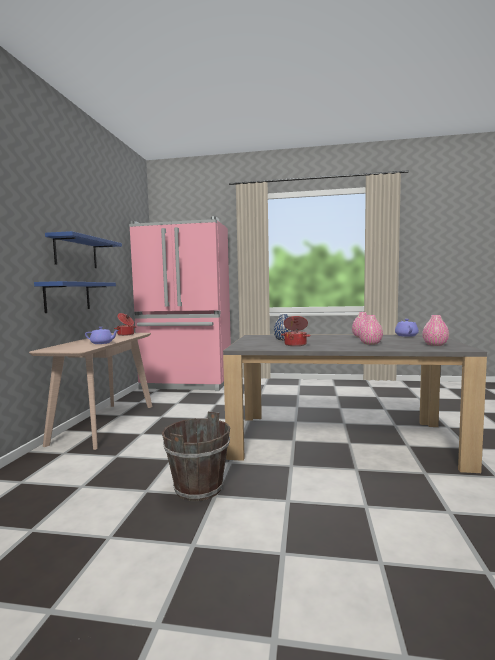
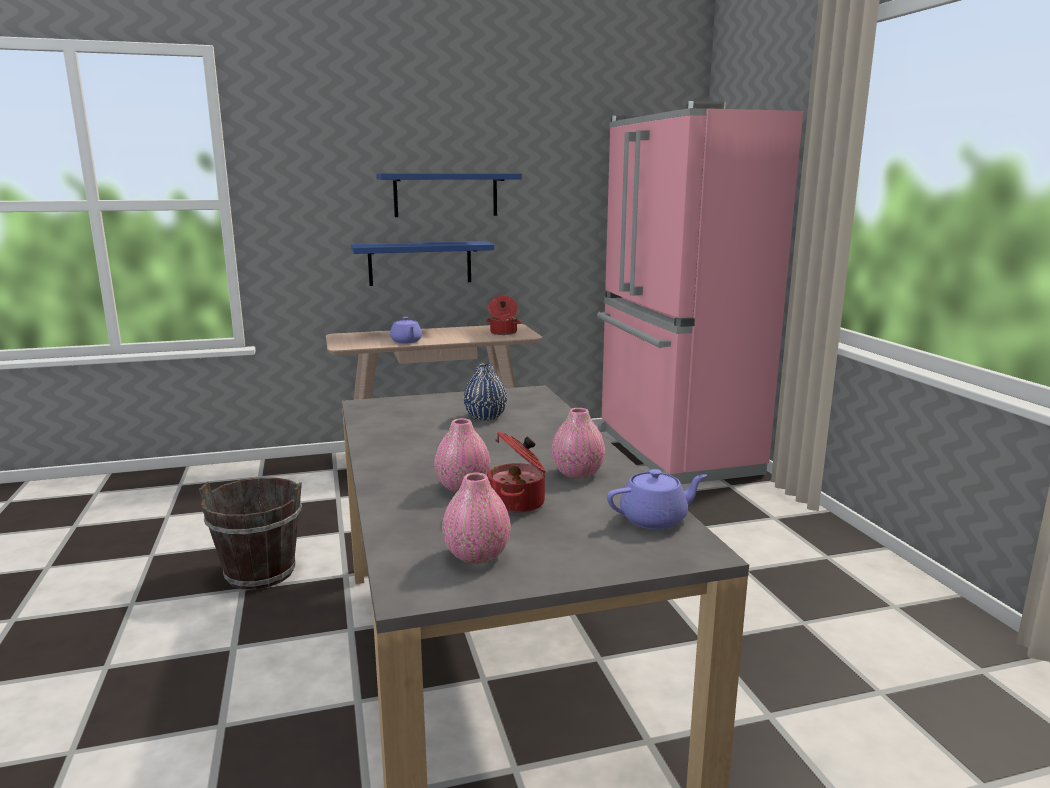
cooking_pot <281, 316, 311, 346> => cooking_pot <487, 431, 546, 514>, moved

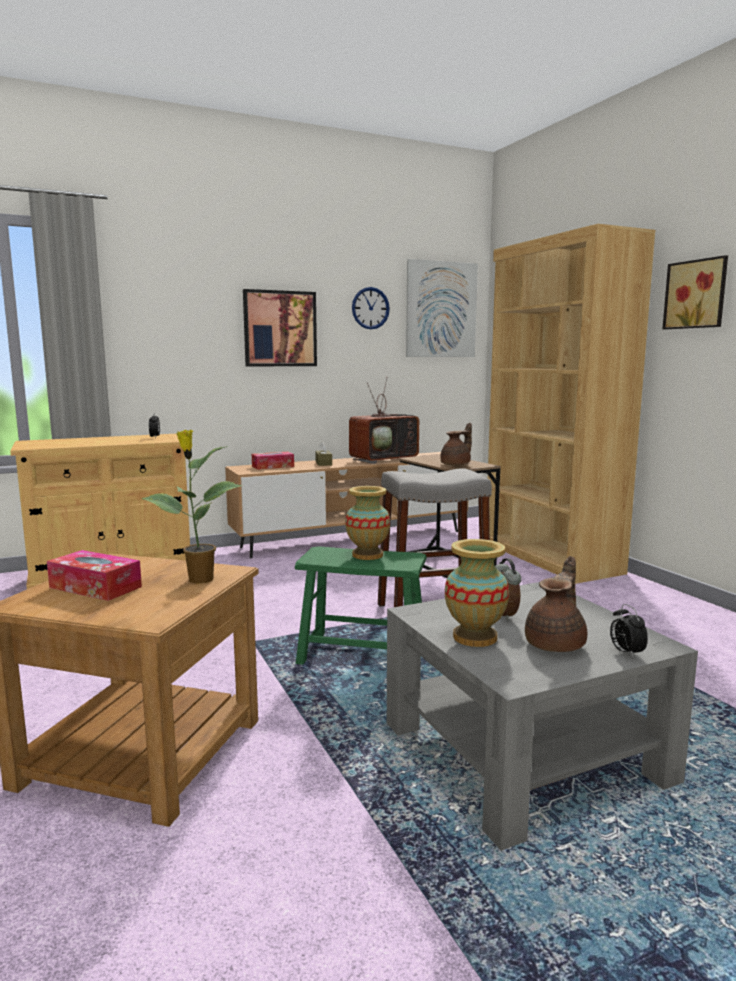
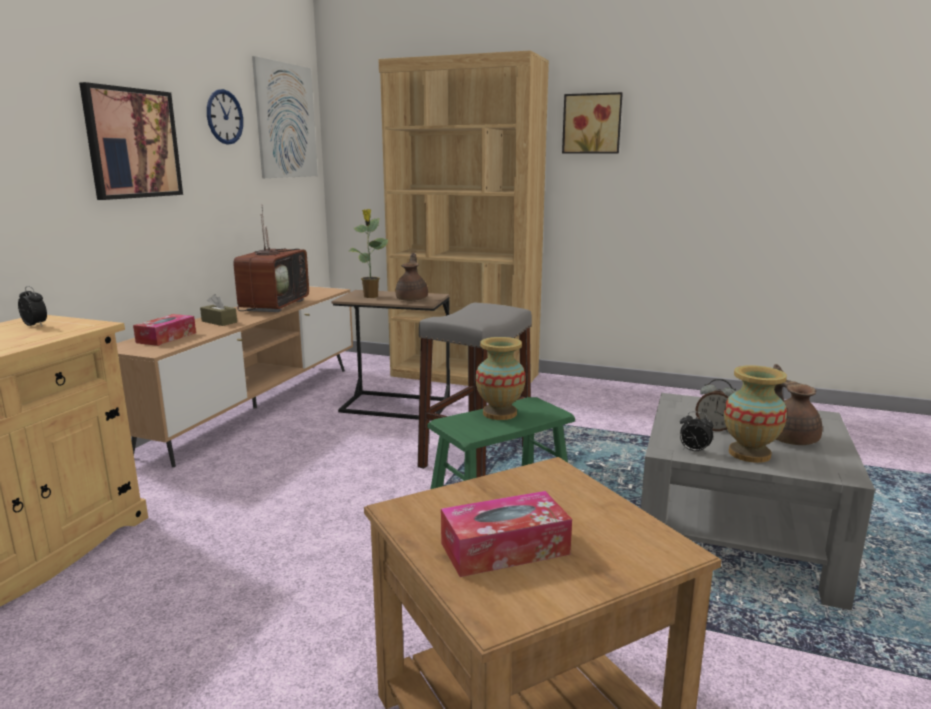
potted_plant <142, 430, 242, 584> => potted_plant <349, 209, 389, 298>, moved
alarm_clock <610, 604, 648, 659> => alarm_clock <680, 411, 714, 454>, moved

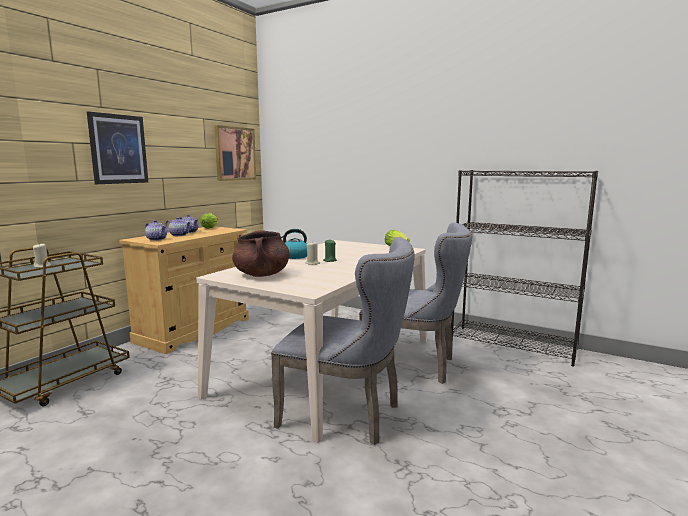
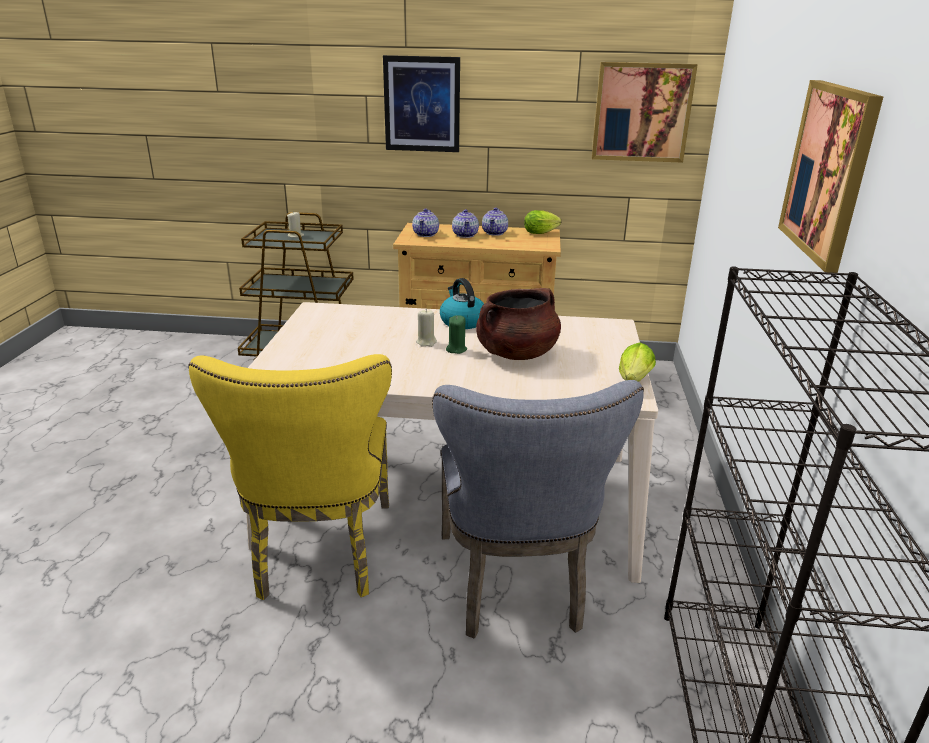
brown_cooking_pot <232, 230, 290, 277> => brown_cooking_pot <476, 288, 561, 360>, moved
grey_chair <271, 237, 415, 445> => yellow_chair <188, 354, 392, 600>
nothing => picture <778, 80, 884, 273>

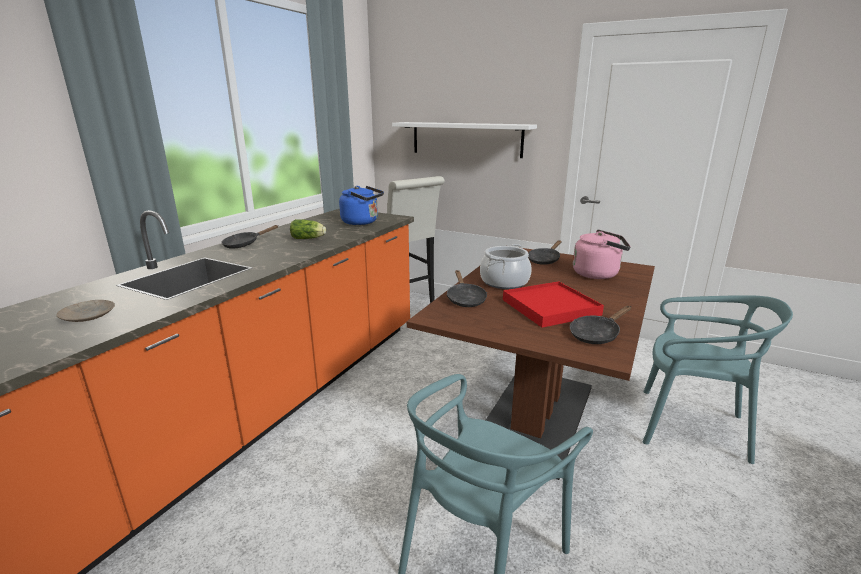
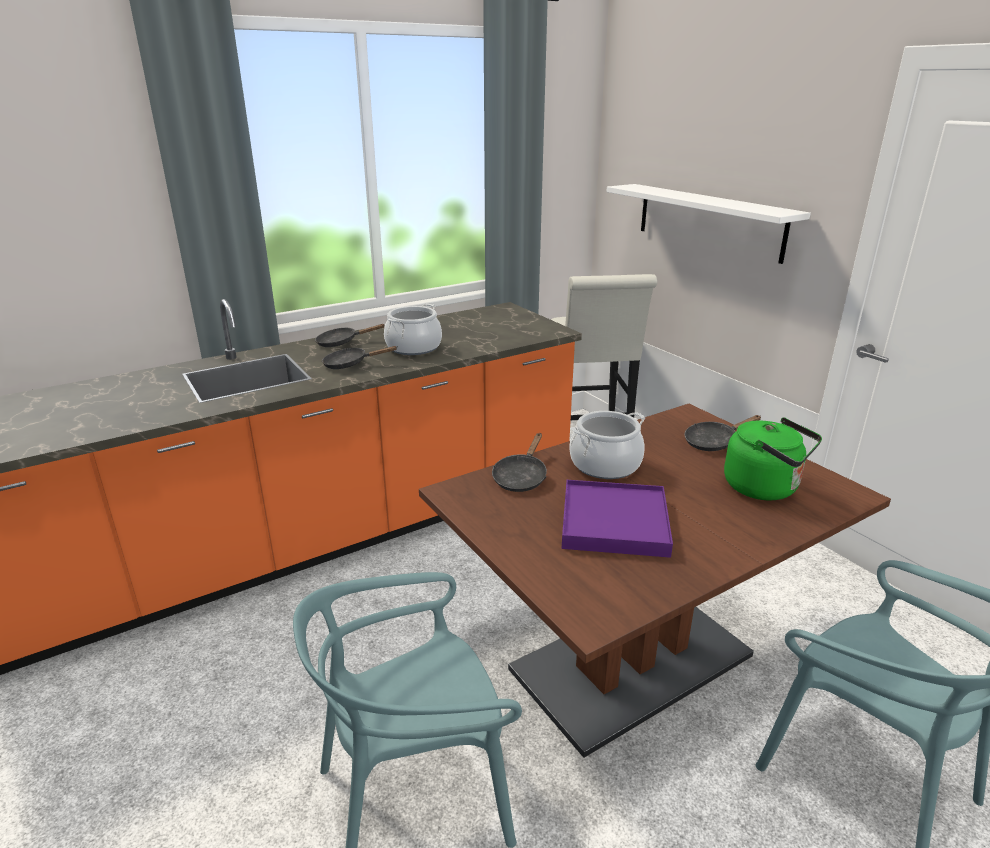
blue_kettle <339, 186, 384, 225> => nothing
lettuce <290, 219, 326, 239> => cooking_pot <384, 304, 442, 355>
pink_kettle <573, 229, 631, 279> => green_kettle <724, 417, 822, 500>
red_tray <503, 281, 604, 328> => purple_tray <562, 480, 673, 558>
beige_plate <57, 300, 115, 322> => nothing
black_frying_pan <570, 306, 631, 344> => black_frying_pan <322, 346, 397, 369>, moved

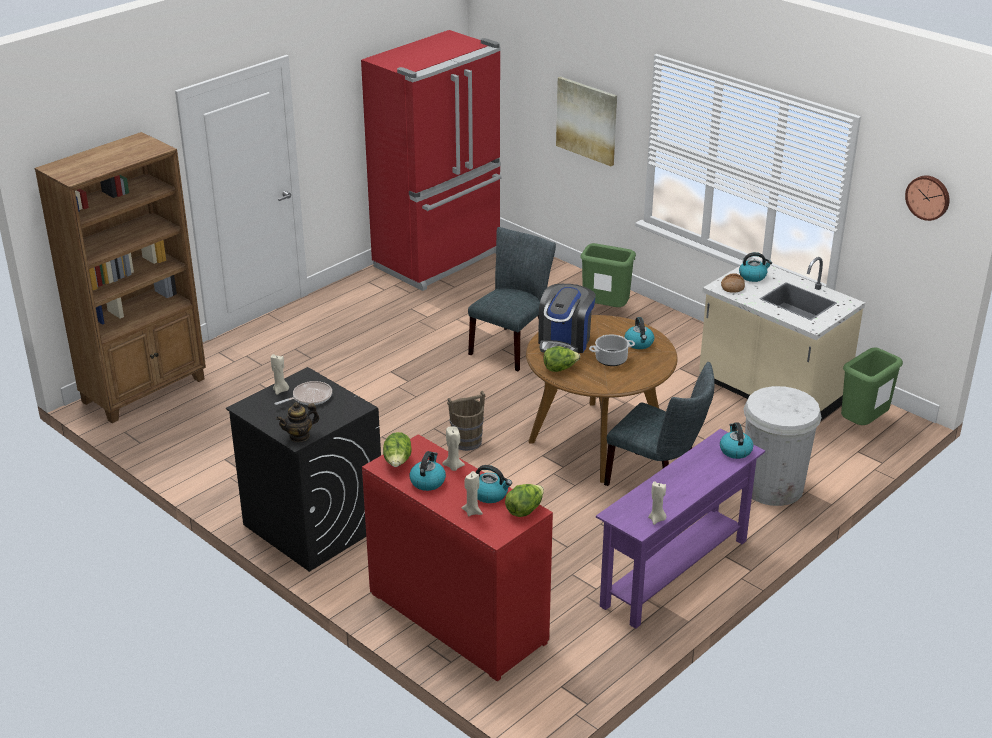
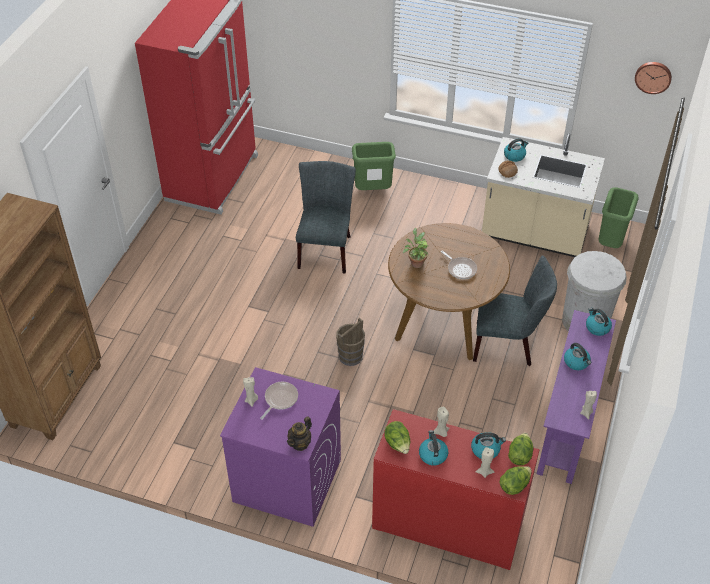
picture <556, 77, 617, 166> => nothing
coffee_machine <538, 284, 596, 353> => potted_plant <403, 228, 429, 268>
kettle <624, 317, 654, 349> => kettle <564, 343, 591, 370>, moved
cooking_pot <589, 335, 635, 366> => frying_pan <441, 250, 477, 279>
lettuce <543, 346, 580, 372> => lettuce <500, 466, 532, 495>, moved
black_washing_machine <226, 367, 381, 572> => purple_washing_machine <220, 367, 341, 527>

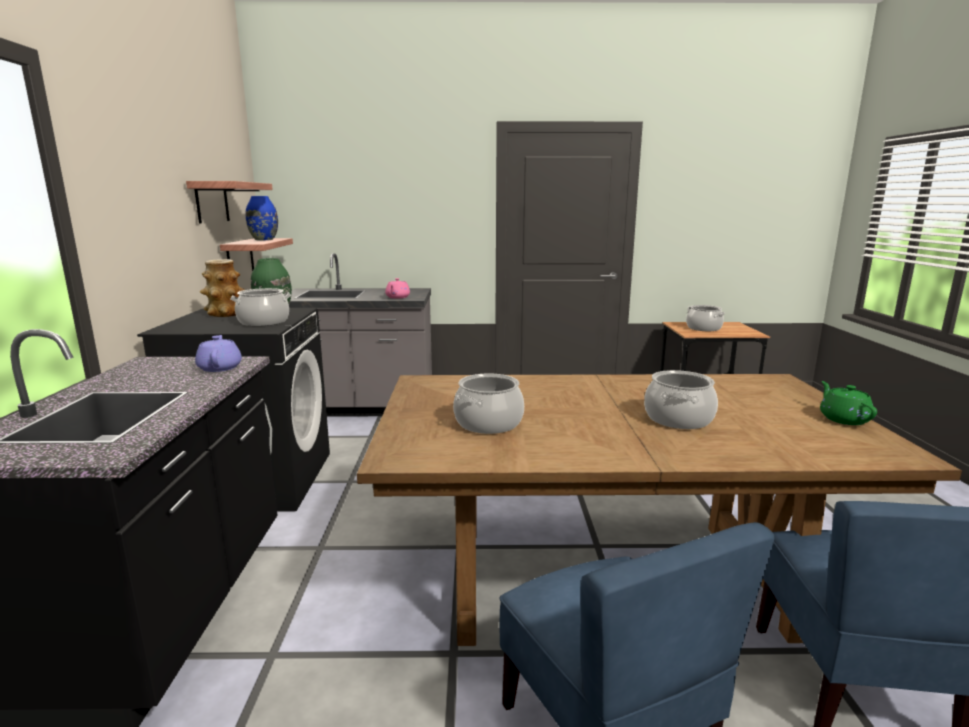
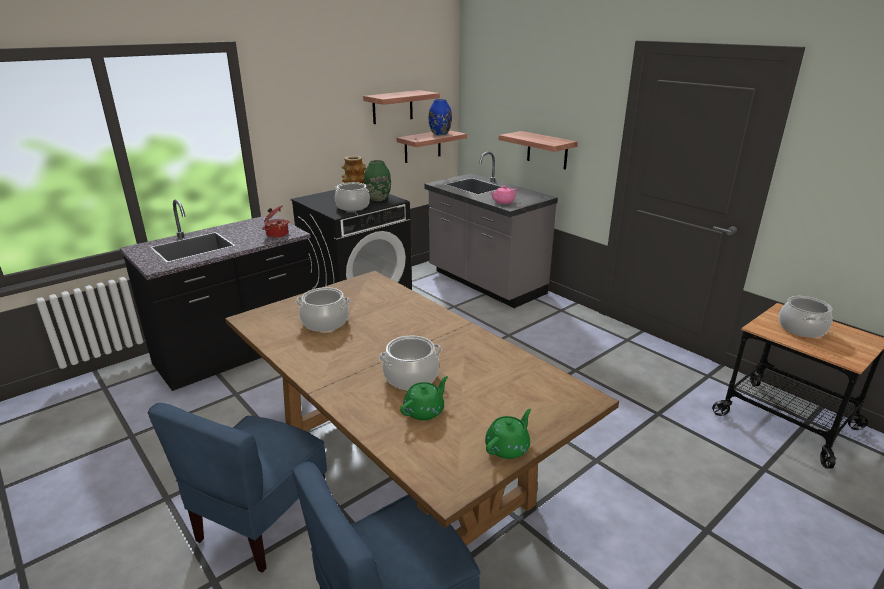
purple_teapot <195, 335, 242, 372> => cooking_pot <262, 206, 290, 238>
nothing => shelf <499, 131, 578, 170>
nothing => green_teapot <400, 376, 448, 420>

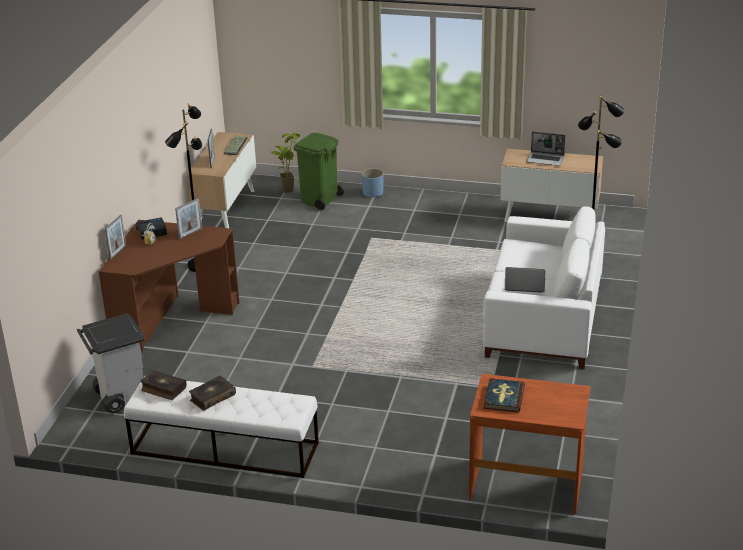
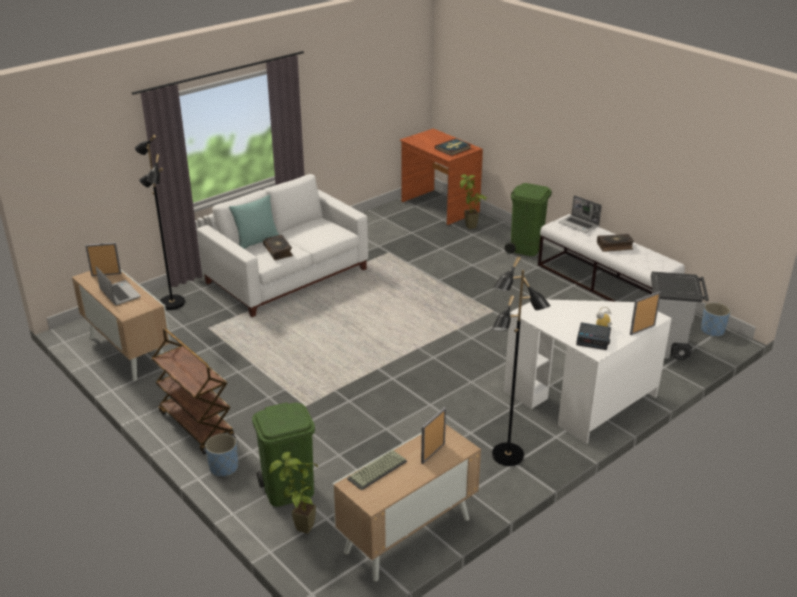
picture_frame <175, 198, 202, 239> => picture_frame <85, 242, 121, 276>, moved
brown_desk <99, 220, 240, 352> => white_desk <504, 299, 672, 444>
laptop <505, 267, 545, 293> => laptop <559, 195, 602, 233>, moved
book <140, 370, 186, 400> => book <263, 234, 293, 260>, moved
nothing => potted_plant <460, 174, 488, 229>
nothing => green_trash_can <504, 183, 552, 256>
nothing => turquoise_pillow <229, 195, 279, 249>
nothing => blue_planter <701, 302, 730, 336>
nothing => brown_cart <151, 328, 235, 454>

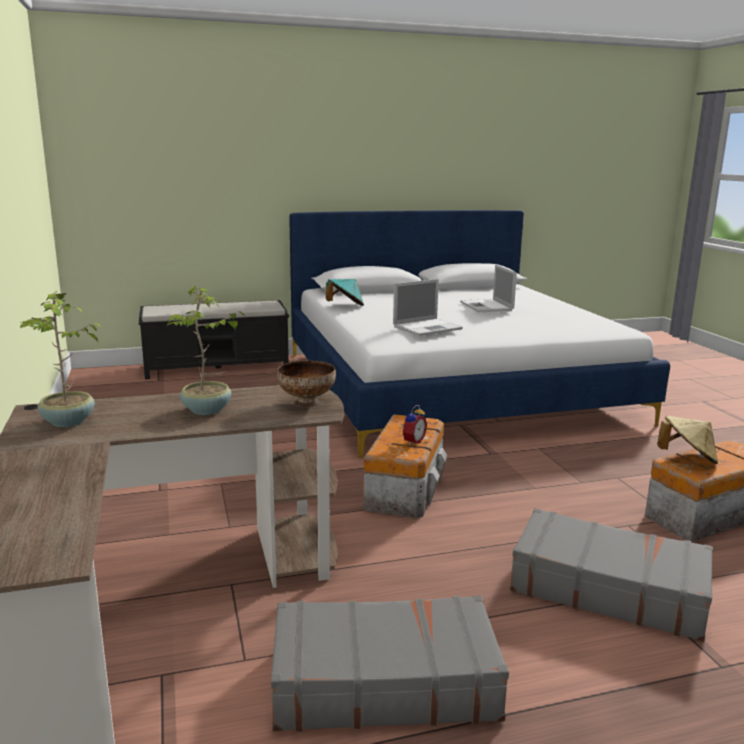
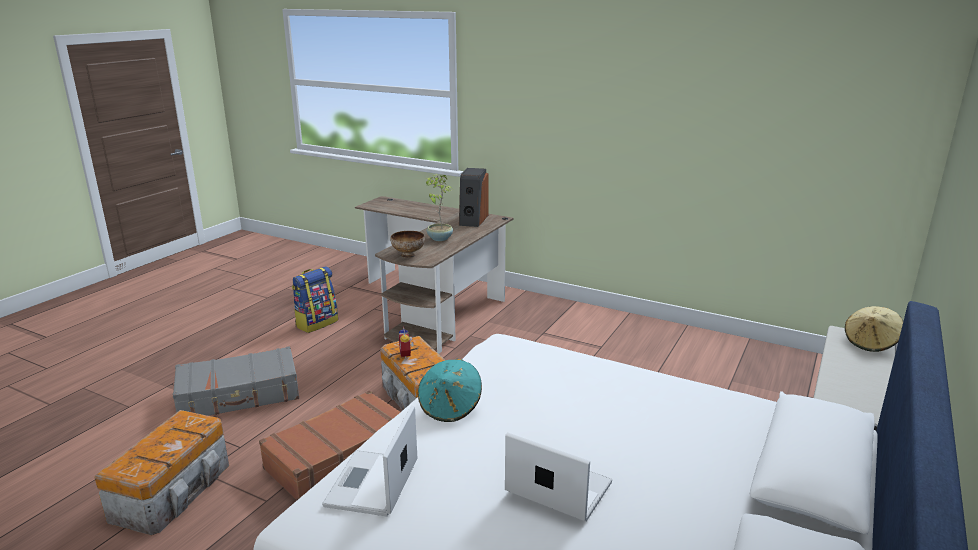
turquoise_hat <326, 279, 364, 306> => turquoise_hat <418, 359, 482, 422>, moved
laptop <393, 279, 463, 336> => laptop <322, 405, 417, 517>, moved
potted_plant <20, 291, 102, 427> => speaker <459, 168, 489, 227>
beige_hat <657, 416, 718, 464> => beige_hat <845, 306, 903, 352>, moved
grey_suitcase <271, 596, 509, 732> => backpack <292, 267, 338, 333>
nothing => brown_suitcase <259, 391, 400, 500>

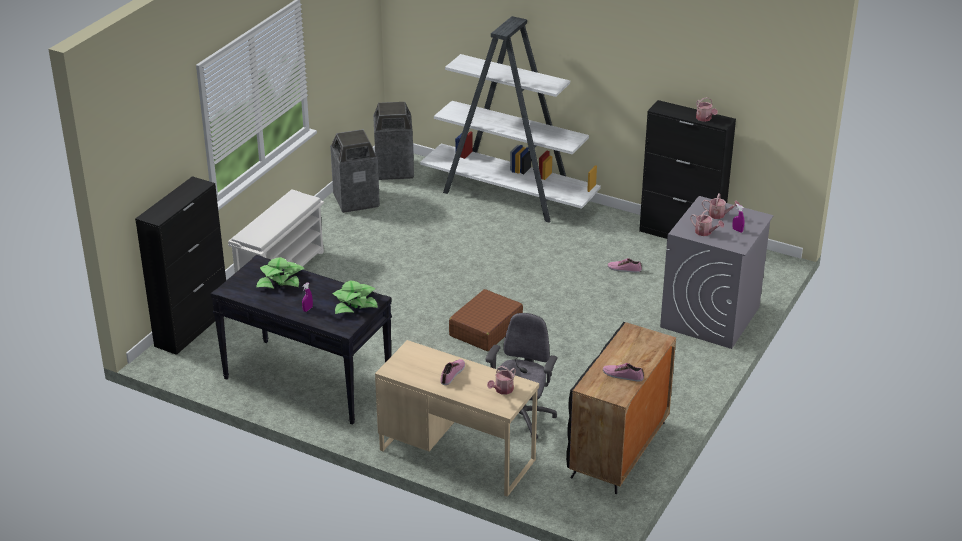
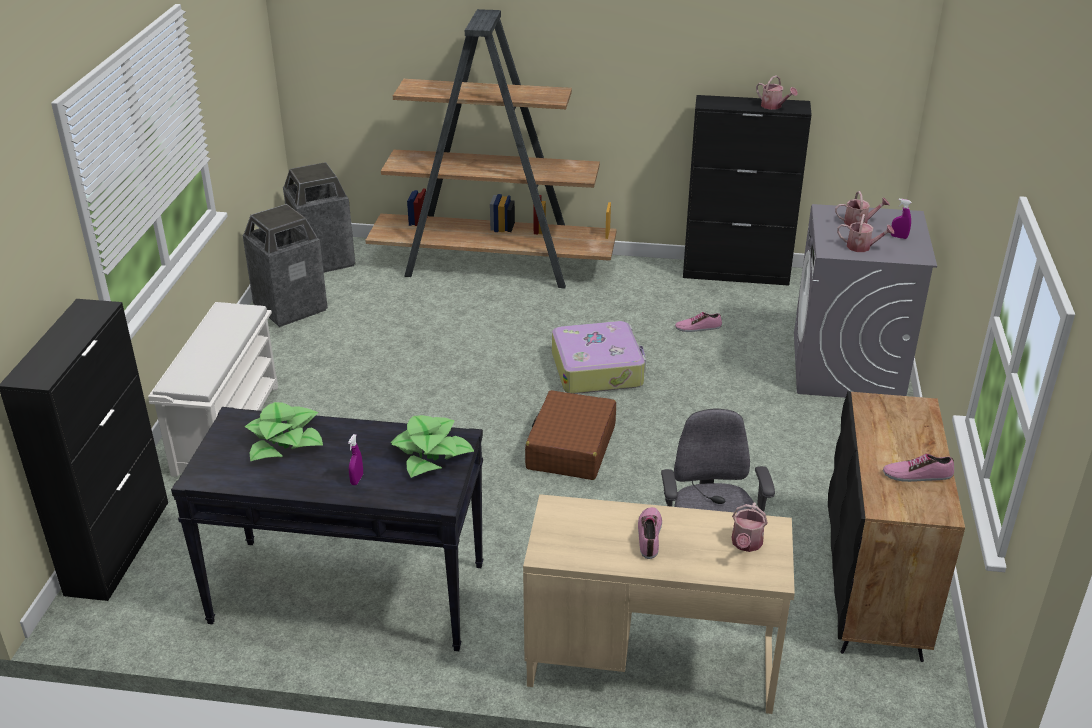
white_bookcase <420, 16, 601, 223> => brown_bookcase <365, 9, 617, 289>
nothing => suitcase <552, 321, 646, 394>

